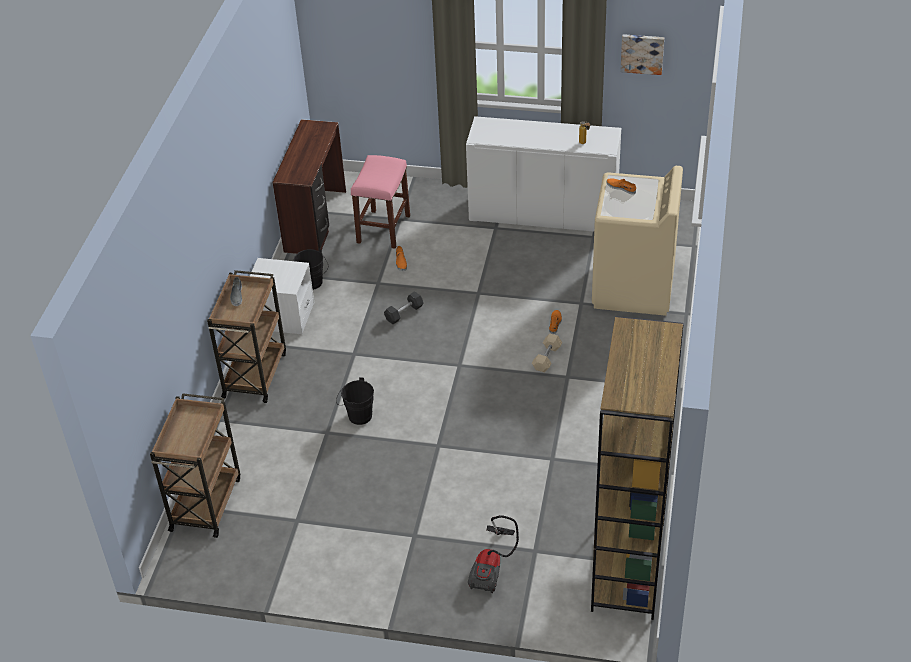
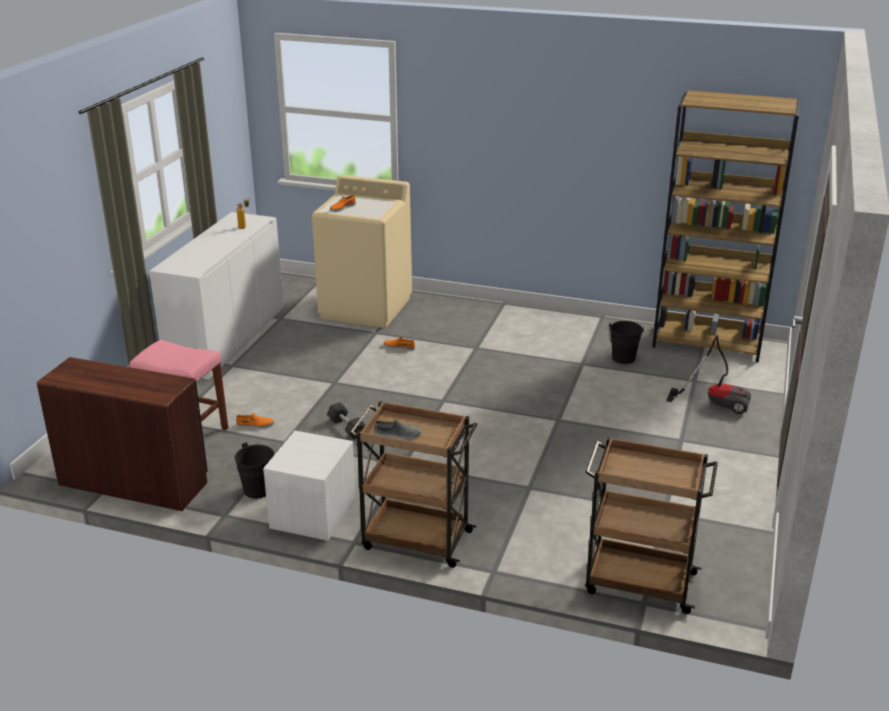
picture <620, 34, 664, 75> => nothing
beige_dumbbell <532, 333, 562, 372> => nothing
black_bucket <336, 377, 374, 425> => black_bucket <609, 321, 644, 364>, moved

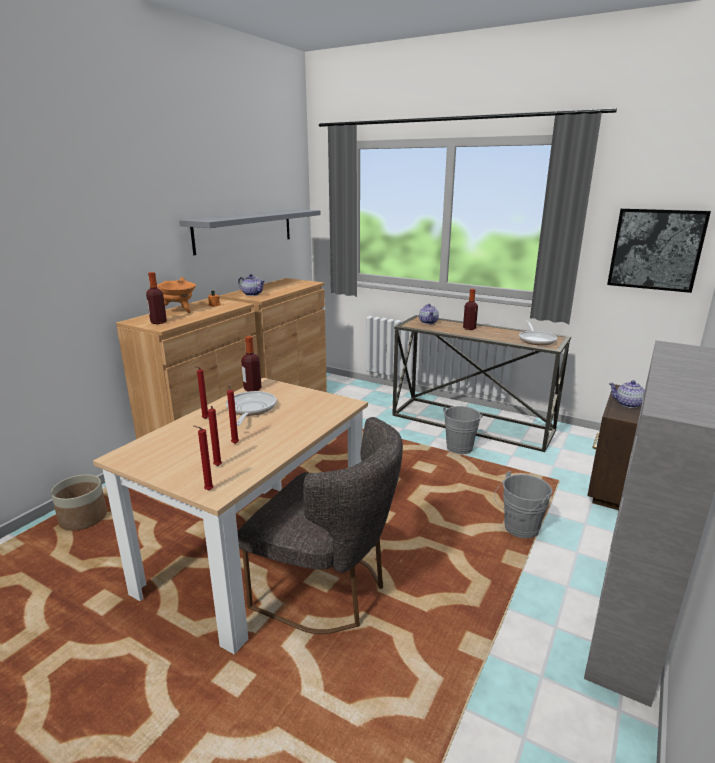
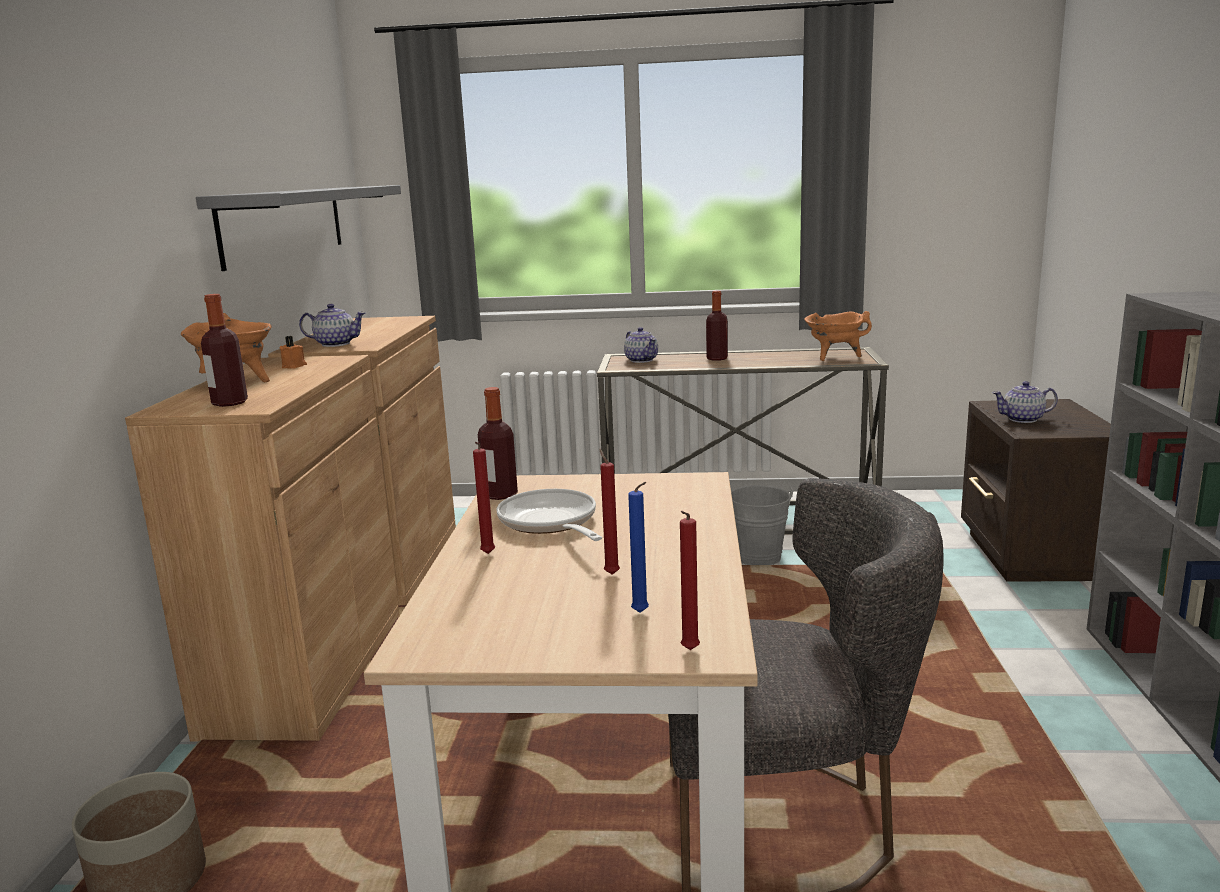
picture <607, 208, 711, 293> => nothing
frying_pan <519, 321, 557, 345> => orange_cooking_pot <805, 311, 872, 361>
red_candle <208, 406, 222, 466> => blue_candle <628, 482, 649, 613>
grey_bucket <494, 471, 552, 538> => nothing

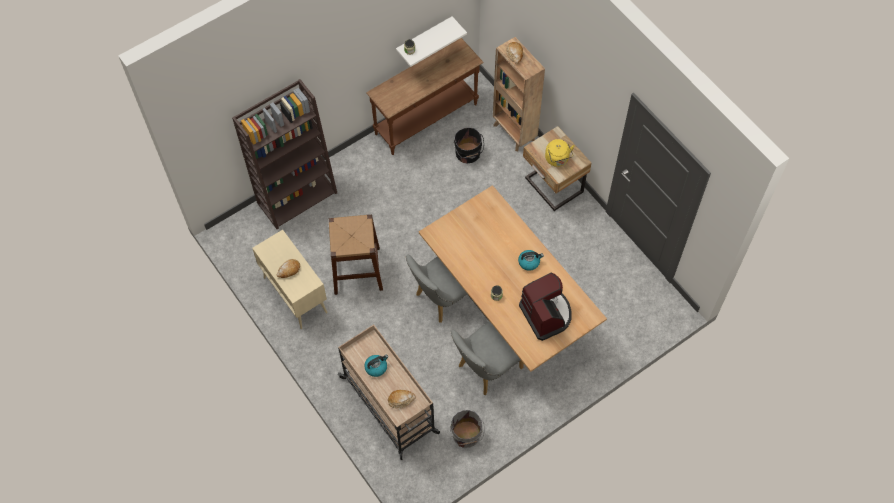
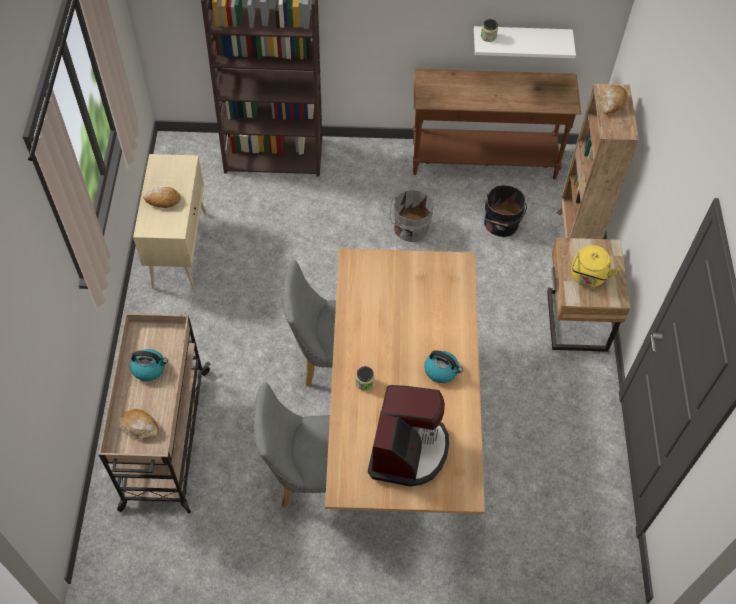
brown_stool <329, 215, 383, 295> => nothing
grey_bucket <450, 410, 485, 448> => grey_bucket <390, 190, 433, 242>, moved

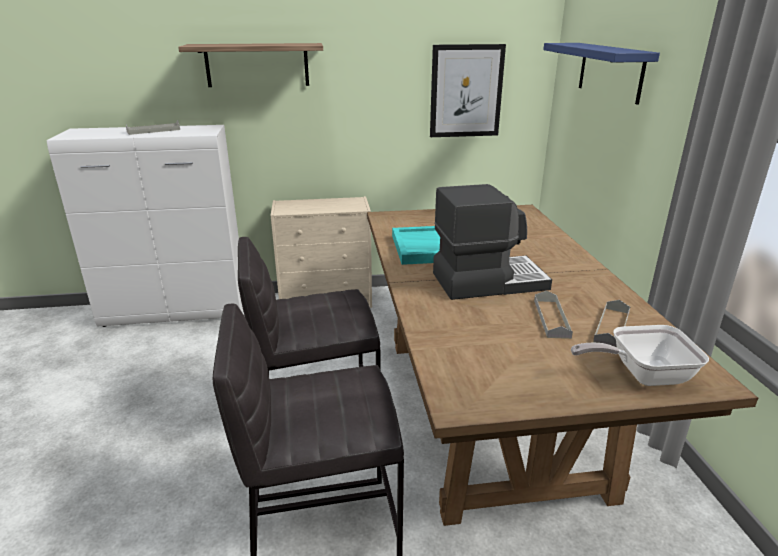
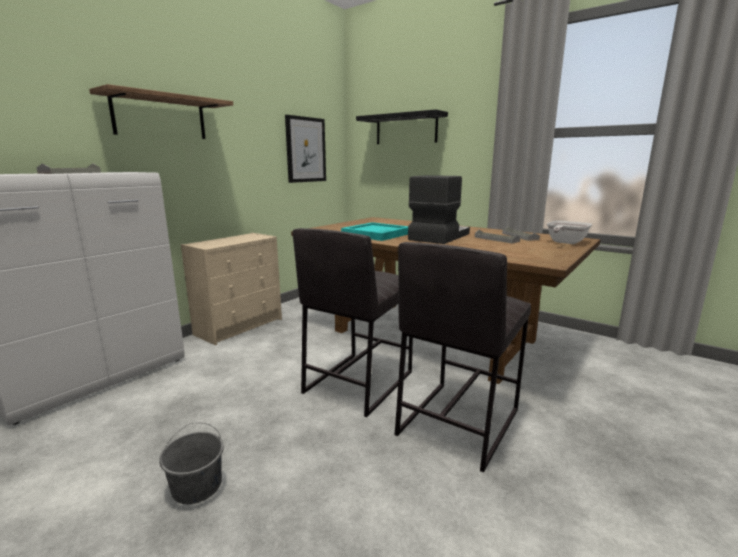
blue_shelf <543, 43, 660, 105> => black_shelf <356, 109, 448, 144>
nothing => grey_bucket <159, 423, 224, 504>

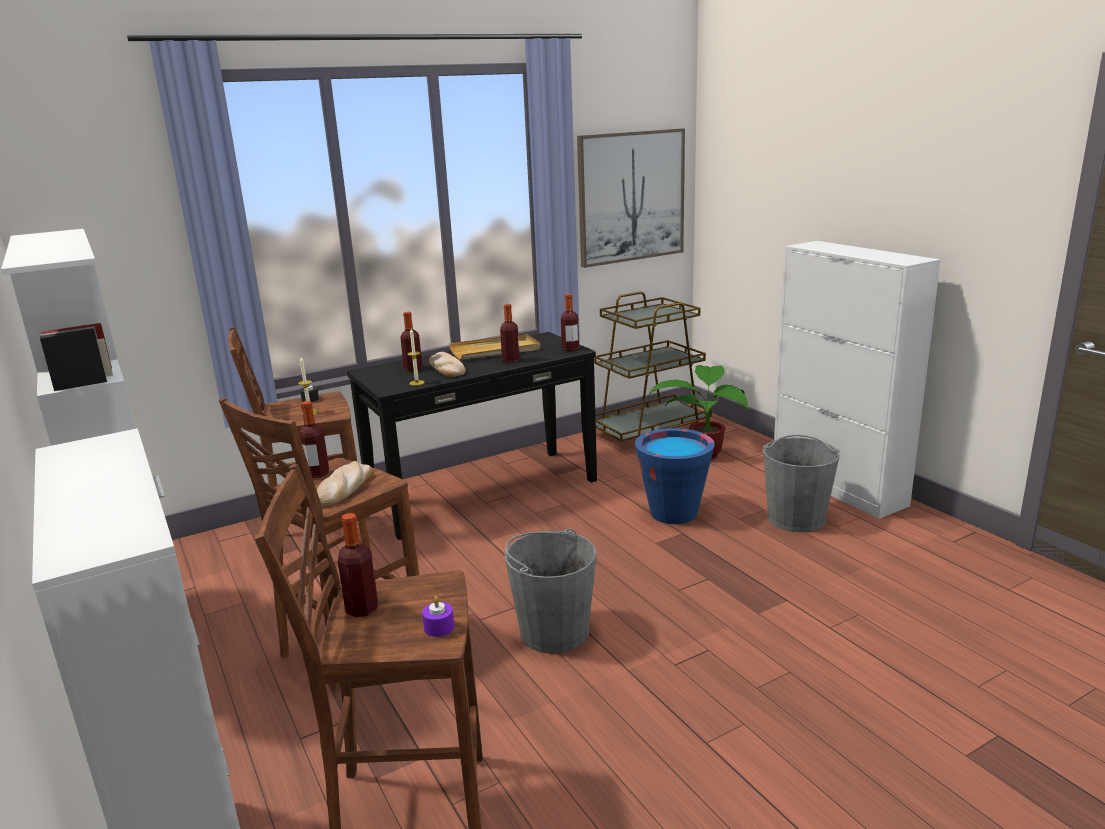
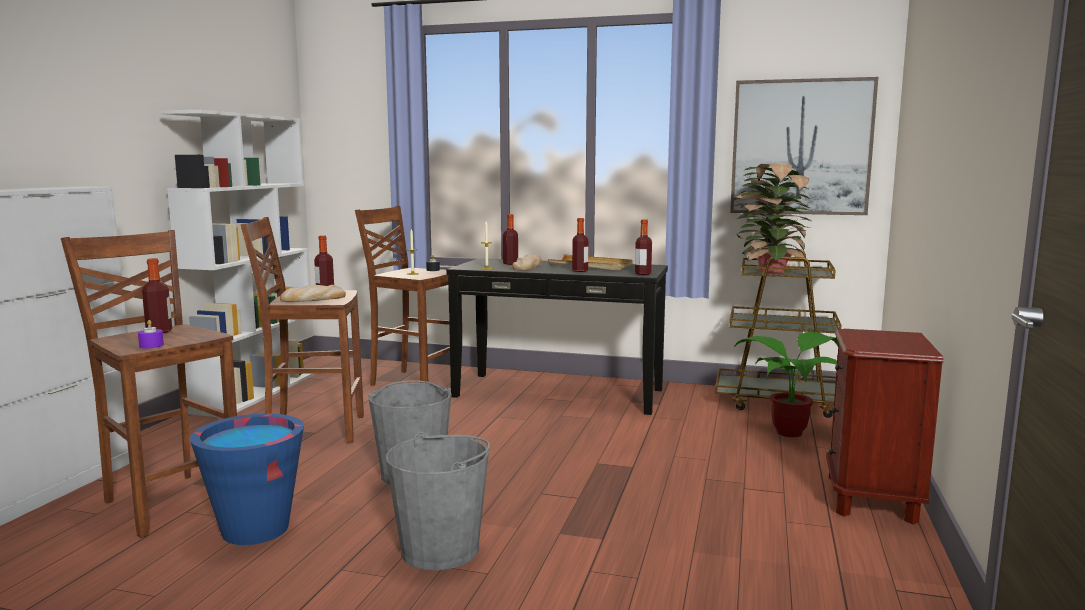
white_cabinet <774, 241, 941, 519> => brown_nightstand <826, 329, 944, 525>
blue_bucket <635, 428, 715, 524> => blue_bucket <190, 414, 304, 545>, moved
grey_bucket <763, 435, 840, 532> => grey_bucket <386, 432, 490, 570>, moved
nothing => potted_plant <733, 163, 811, 273>

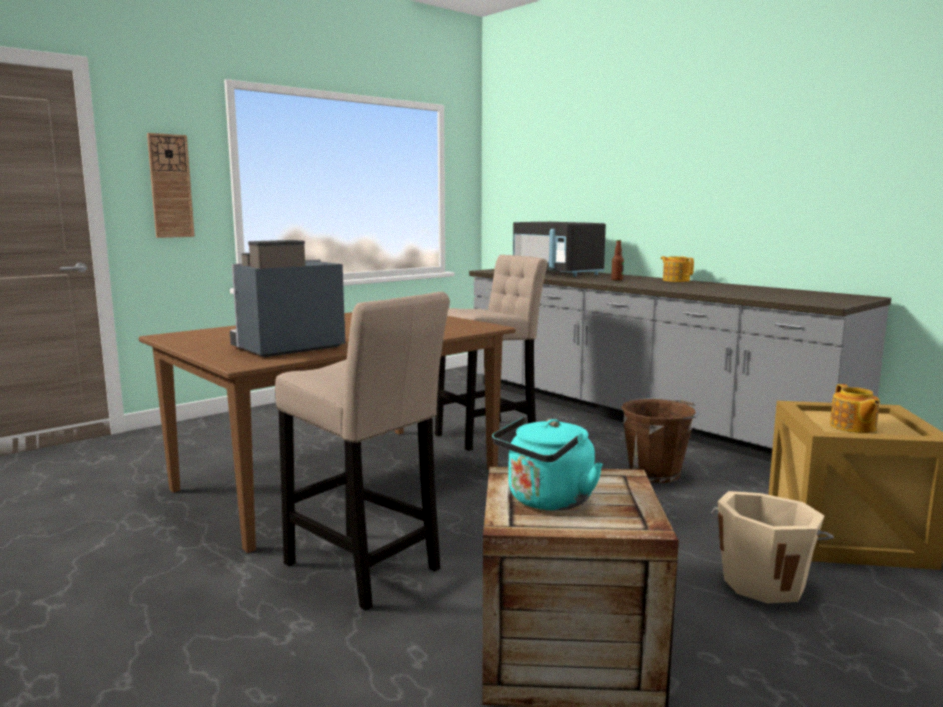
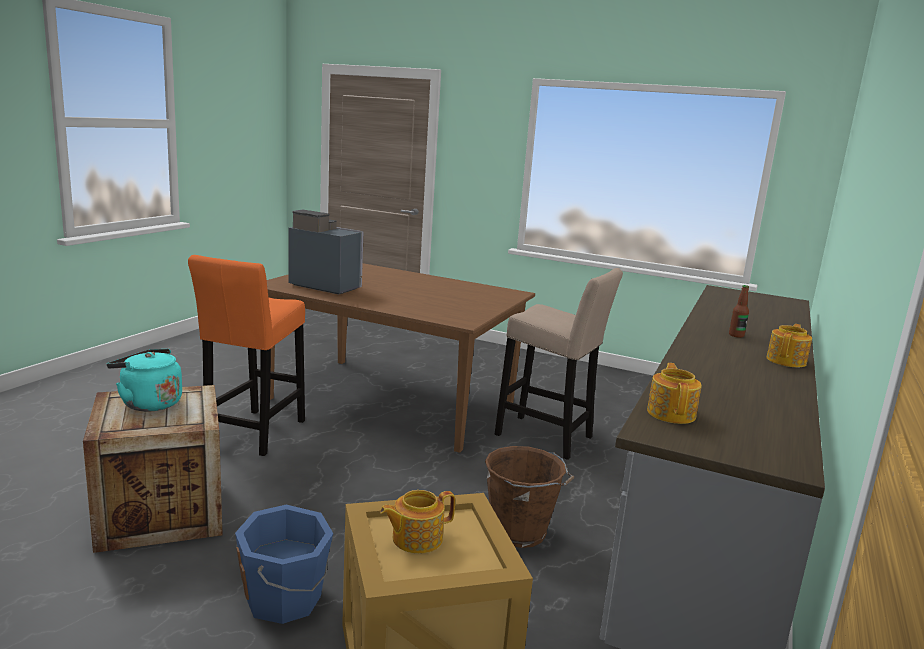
wall_clock <147, 133, 195, 238> => nothing
black_microwave <513, 222, 606, 277> => nothing
beige_stool <275, 292, 450, 611> => orange_stool <188, 255, 305, 456>
beige_bucket <711, 491, 834, 603> => blue_bucket <235, 505, 333, 624>
nothing => teapot <647, 363, 702, 424>

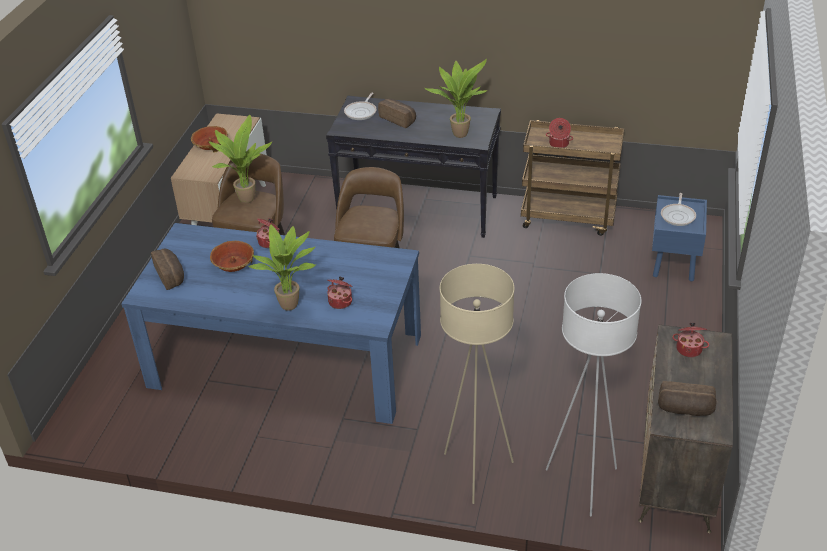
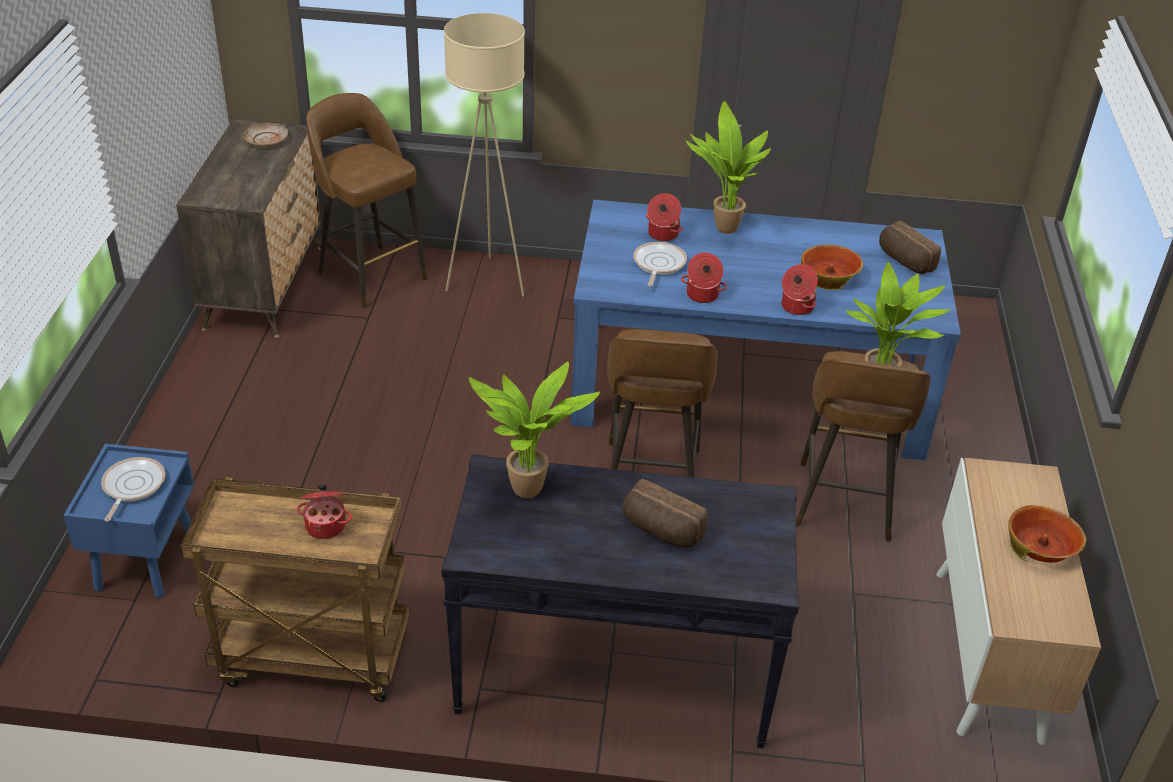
frying_pan <344, 93, 377, 120> => frying_pan <633, 242, 687, 287>, moved
white_floor_lamp <546, 273, 642, 516> => brown_stool <306, 93, 428, 308>
cooking_pot <672, 323, 709, 357> => cooking_pot <681, 252, 727, 303>, moved
bread <658, 381, 717, 416> => beige_plate <244, 123, 288, 148>

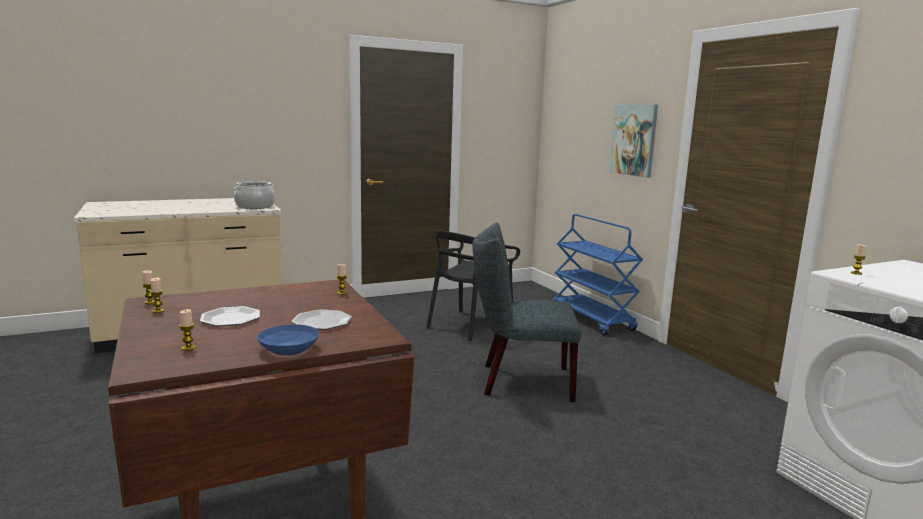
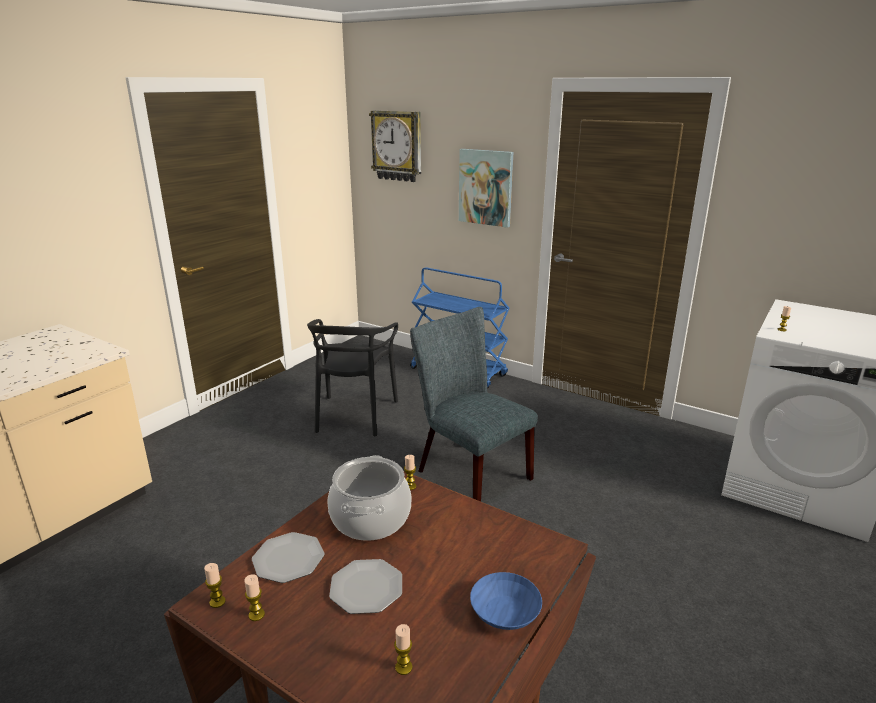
cooking_pot <234, 181, 275, 209> => cooking_pot <327, 455, 411, 541>, moved
grey_chair <473, 223, 581, 402> => grey_chair <410, 307, 538, 502>, 75 degrees clockwise
plate <292, 310, 352, 330> => plate <252, 532, 325, 583>, moved
nothing => wall_clock <369, 110, 421, 182>

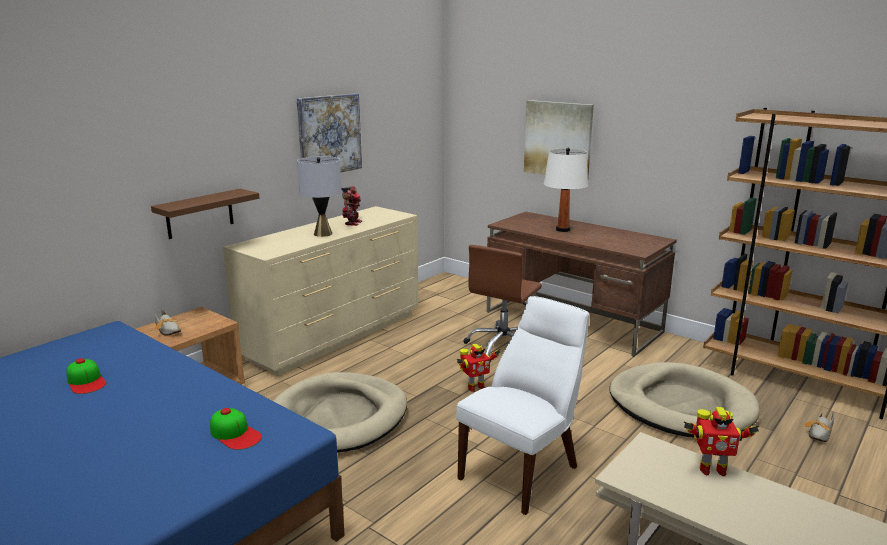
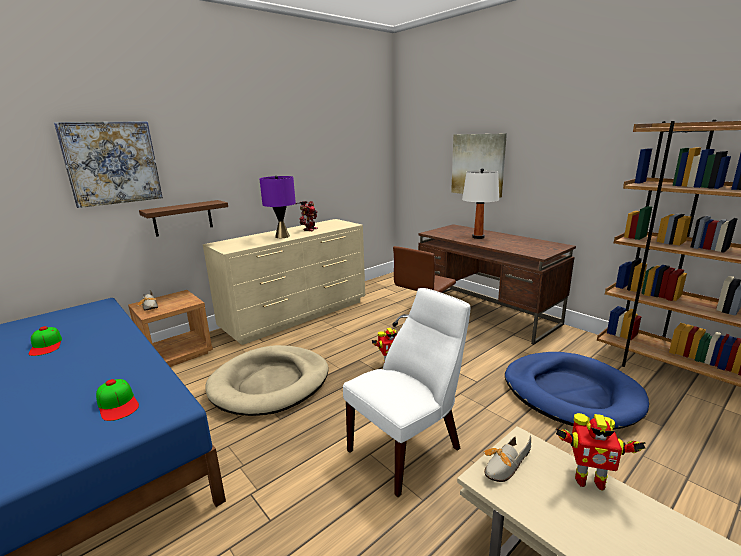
picture <297, 93, 362, 172> => picture <54, 121, 163, 208>, moved
grey_table_lamp <297, 156, 342, 237> => purple_table_lamp <260, 176, 296, 238>
beige_dog_bed <609, 362, 760, 438> => blue_dog_bed <505, 352, 649, 429>
shoe <804, 411, 834, 442> => shoe <483, 436, 531, 482>, moved

